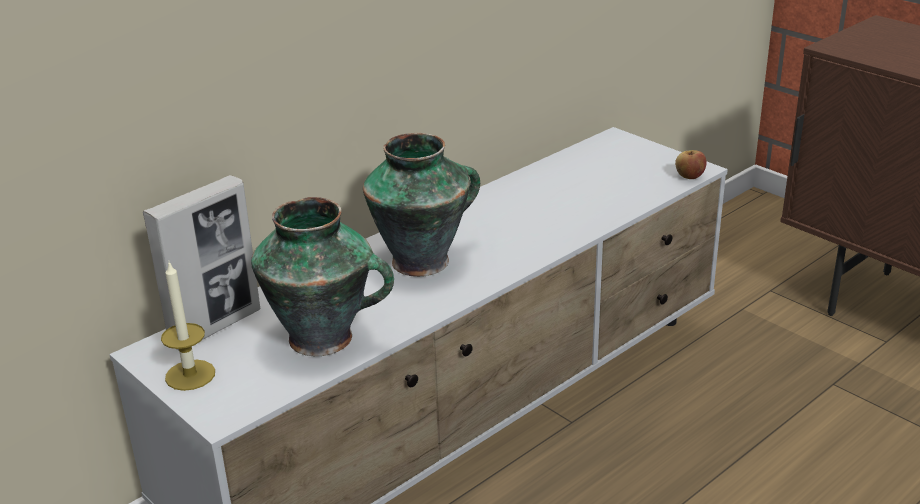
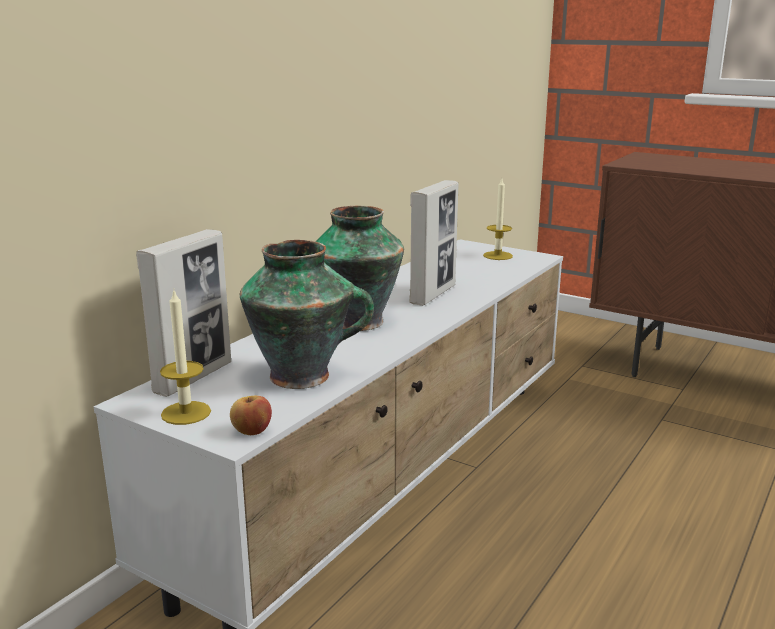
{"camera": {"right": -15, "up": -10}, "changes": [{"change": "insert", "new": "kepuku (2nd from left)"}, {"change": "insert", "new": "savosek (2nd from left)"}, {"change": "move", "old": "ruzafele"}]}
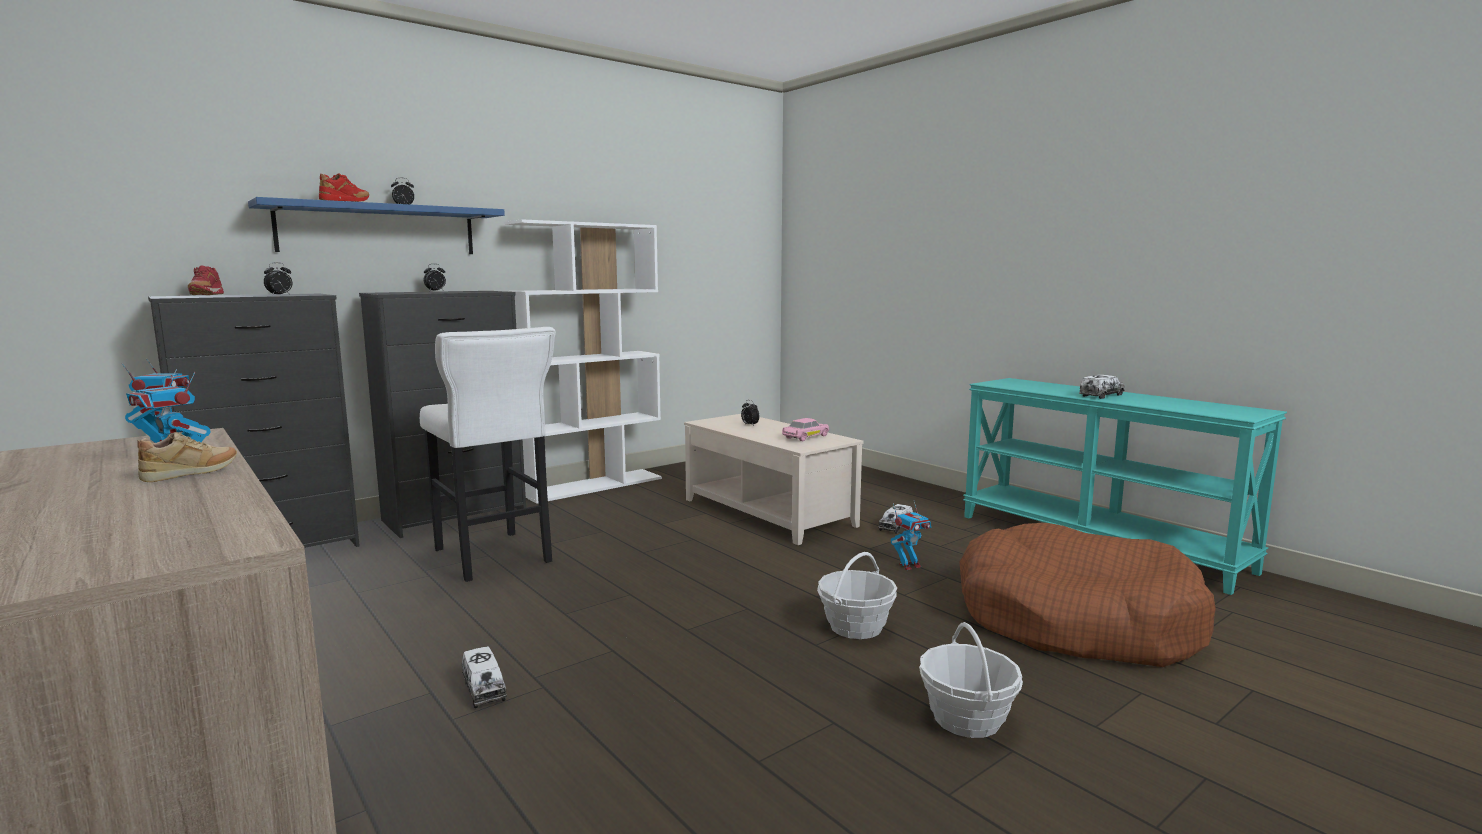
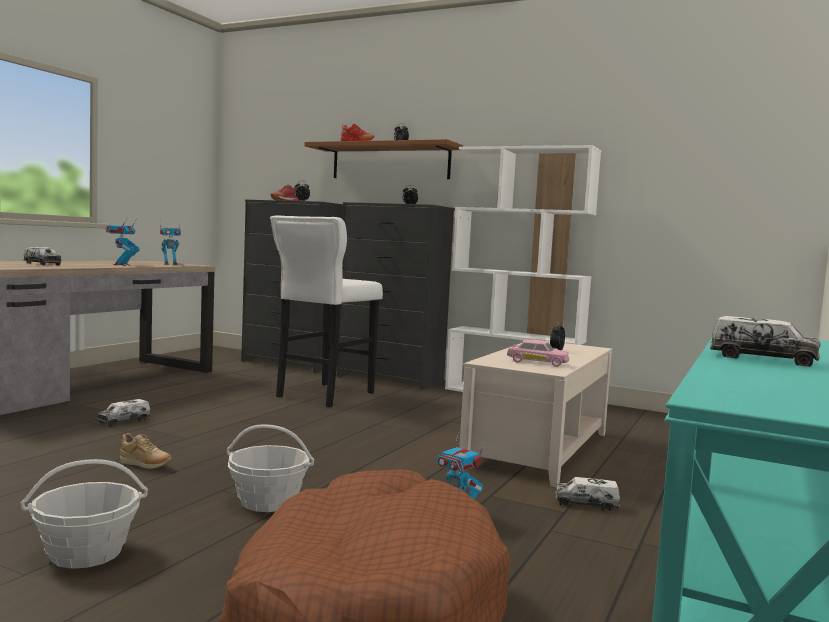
{"camera": {"right": 65, "up": -5}, "changes": [{"change": "insert", "new": "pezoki (1st from left)"}, {"change": "move", "old": "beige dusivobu"}, {"change": "recolor", "old": "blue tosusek", "new": "brown tosusek"}]}
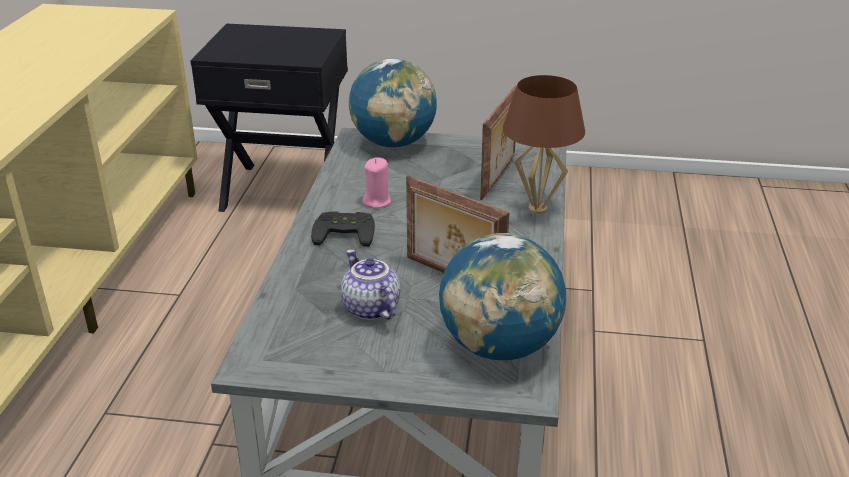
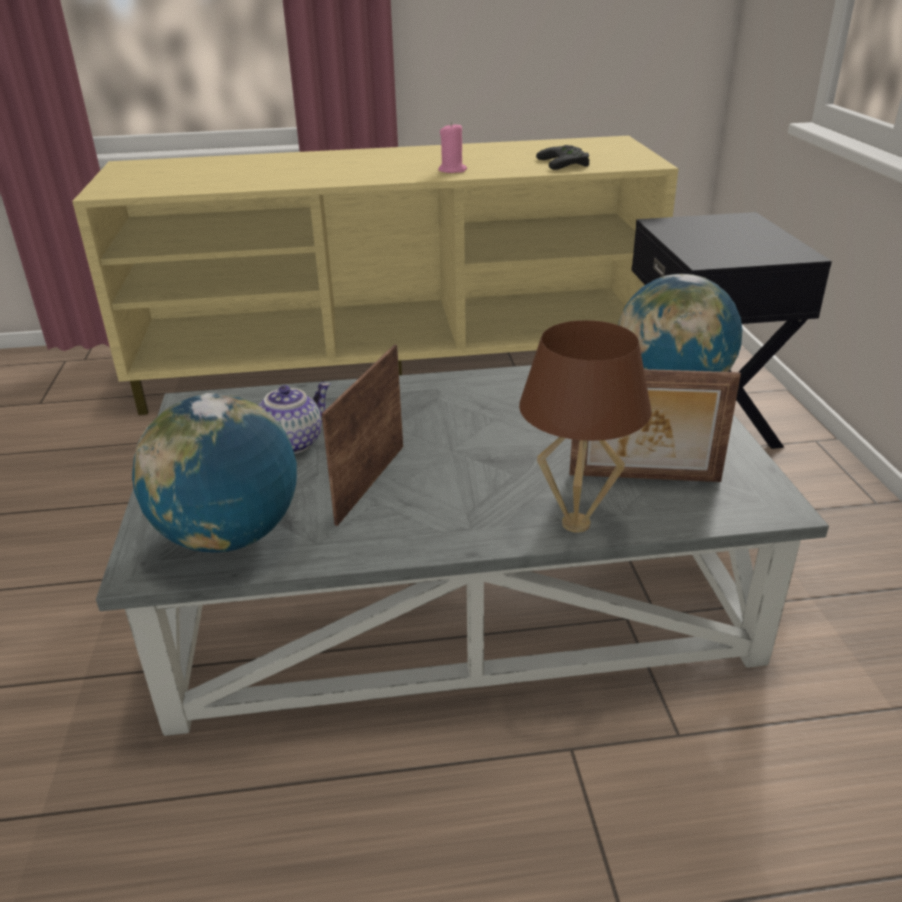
{"camera": {"right": 75, "up": 0}, "changes": [{"change": "move", "old": "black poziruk"}, {"change": "move", "old": "pink savosek"}]}
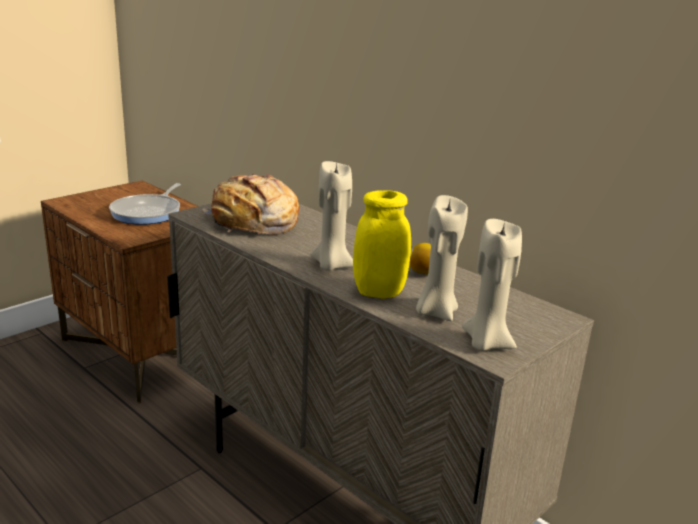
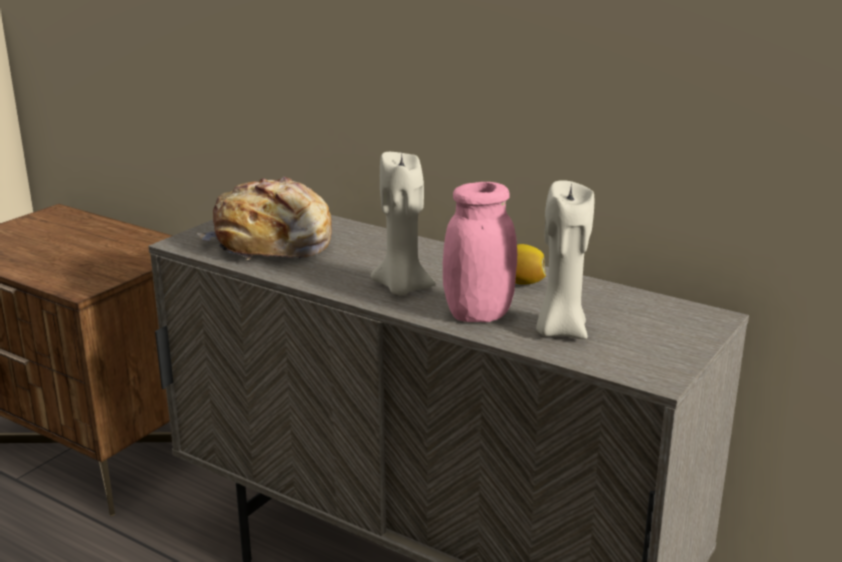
{"camera": {"right": -10, "up": 0}, "changes": [{"change": "delete", "old": "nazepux"}, {"change": "delete", "old": "beige savosek (3rd from left)"}, {"change": "recolor", "old": "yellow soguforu", "new": "pink soguforu"}]}
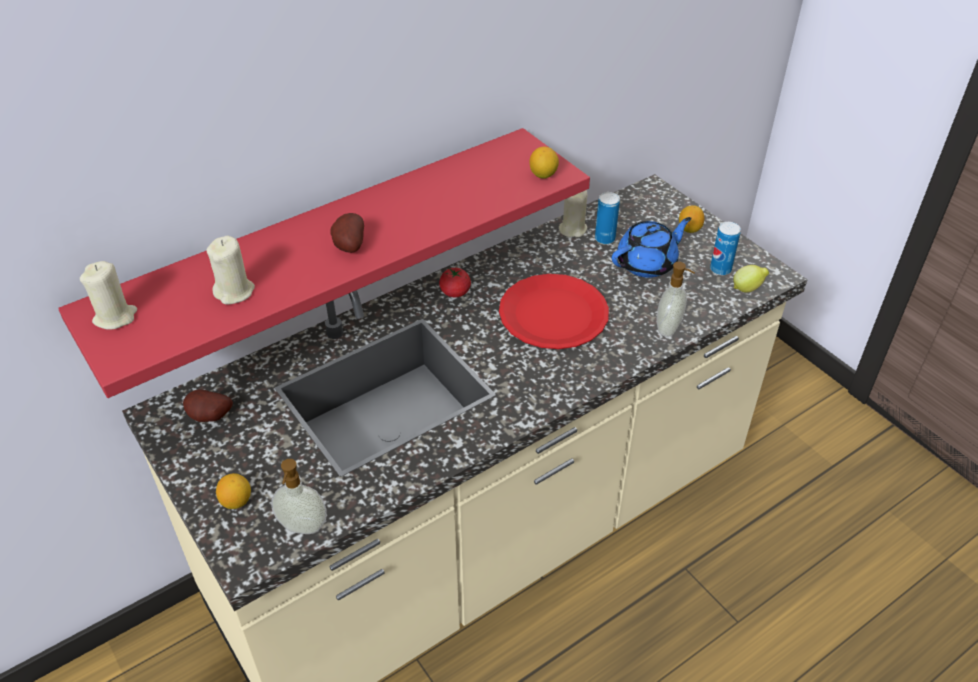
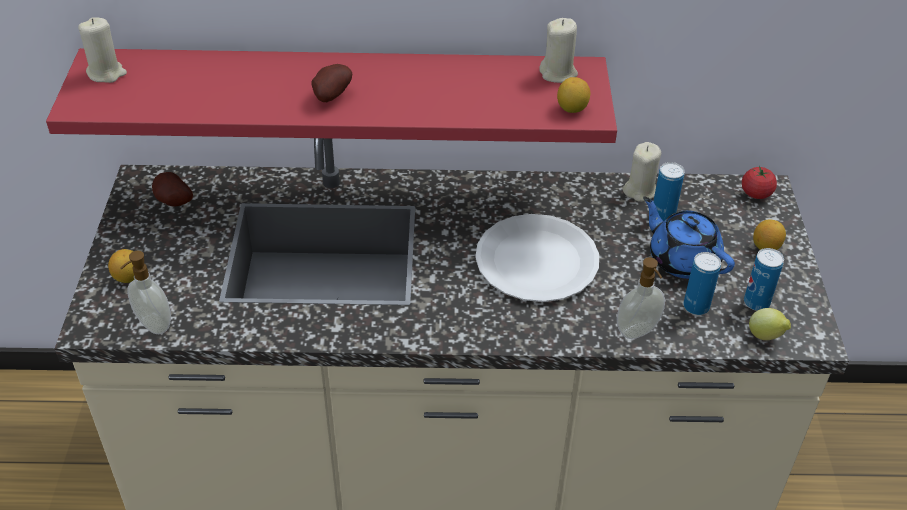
{"camera": {"right": 35, "up": 0}, "changes": [{"change": "insert", "new": "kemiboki (2nd from left)"}, {"change": "move", "old": "beige savosek (2nd from left)"}, {"change": "move", "old": "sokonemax"}, {"change": "recolor", "old": "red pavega", "new": "white pavega"}, {"change": "rotate", "old": "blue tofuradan", "degrees": -135}]}
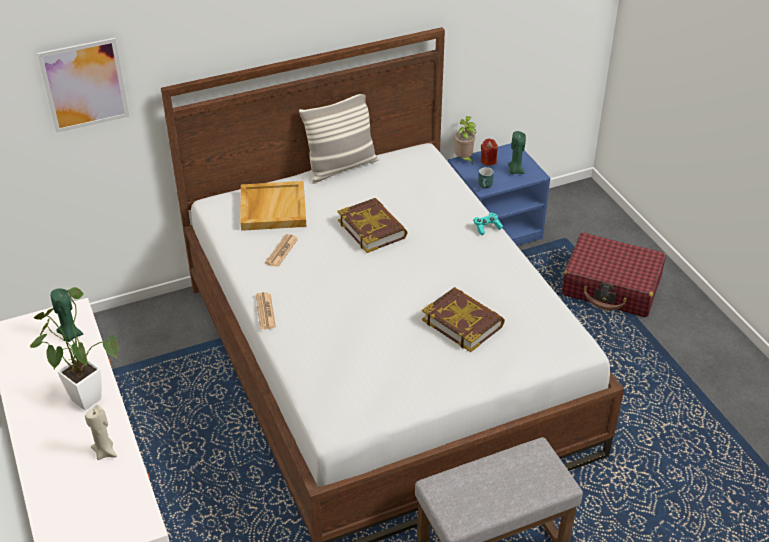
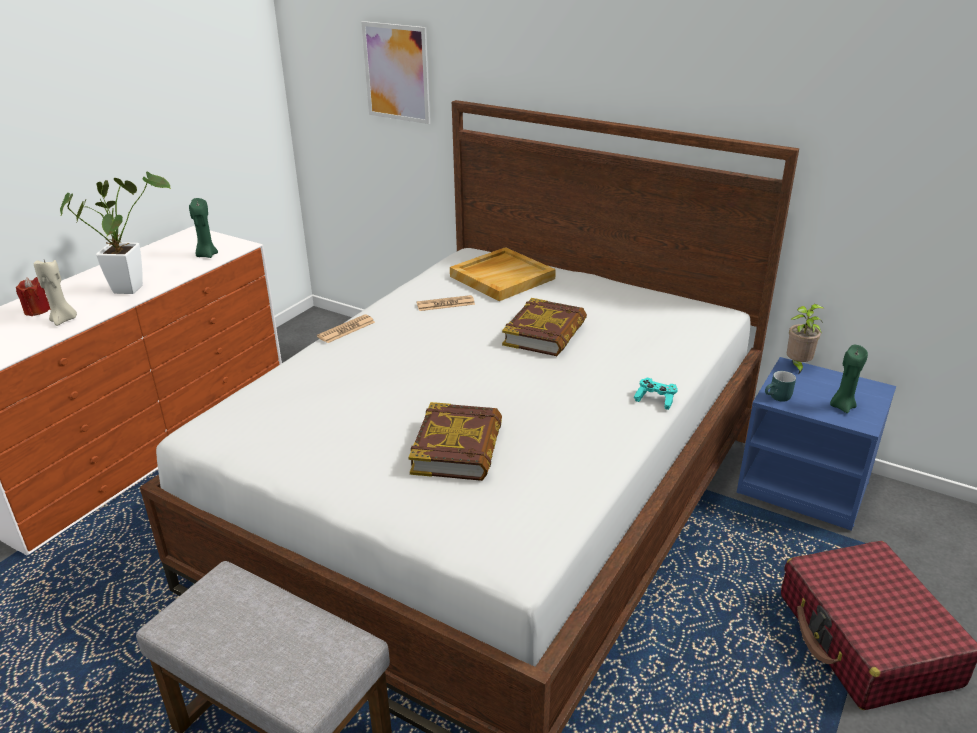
{"camera": {"right": 55, "up": -10}, "changes": [{"change": "delete", "old": "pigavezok"}, {"change": "move", "old": "red savosek"}]}
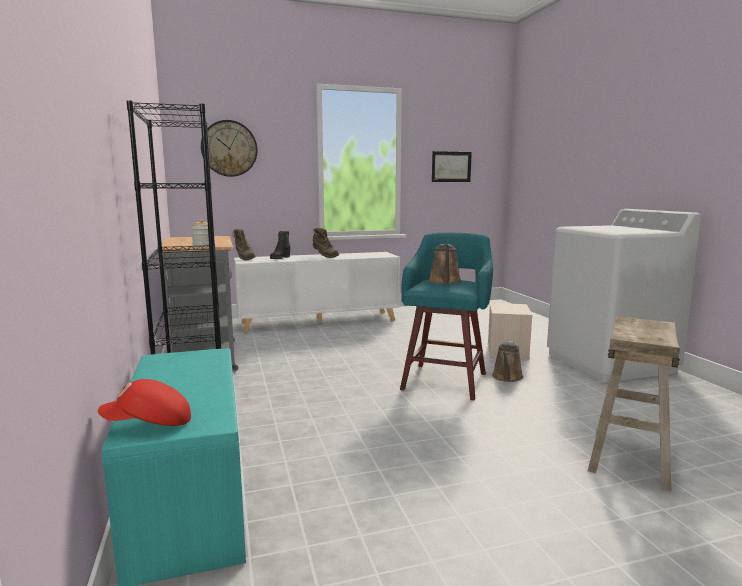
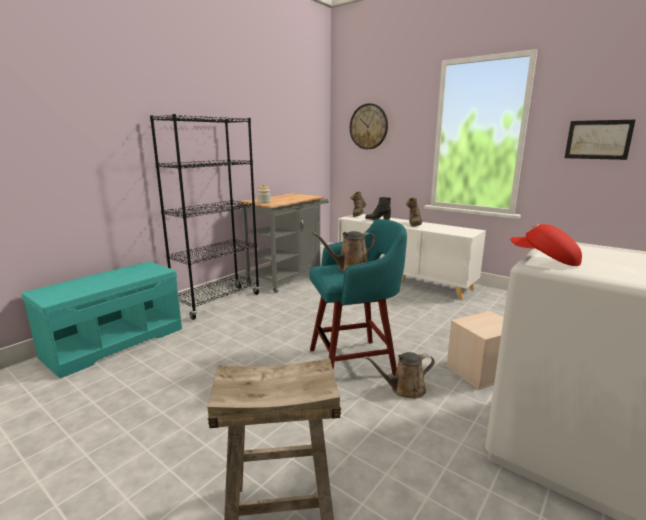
{"camera": {"right": 55, "up": 5}, "changes": [{"change": "move", "old": "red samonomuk"}]}
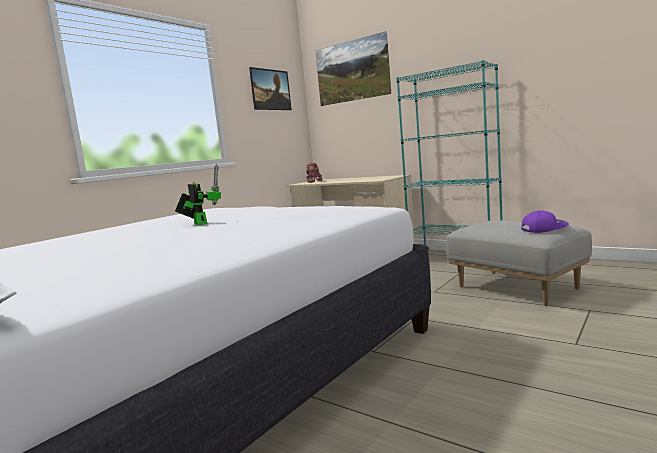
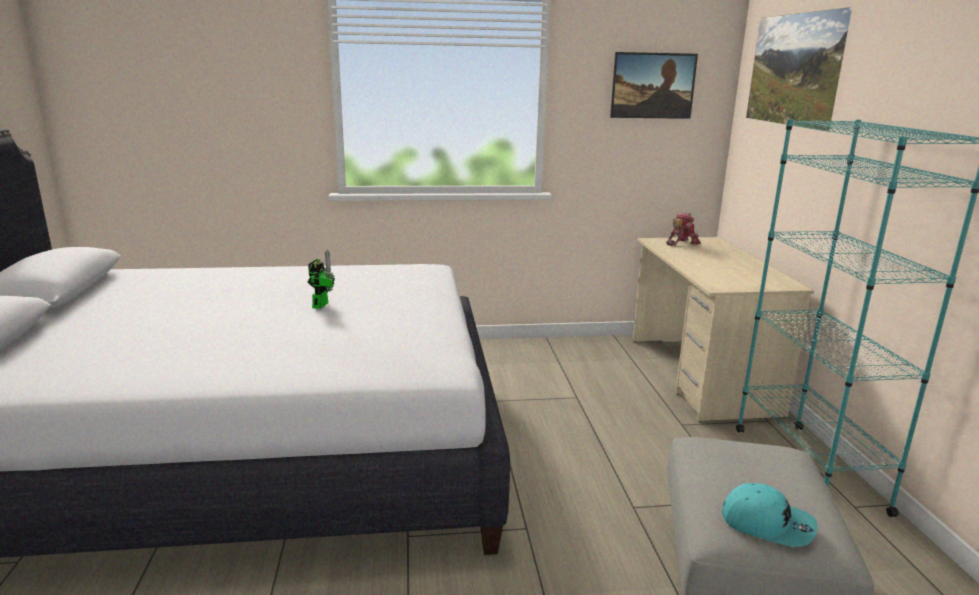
{"camera": {"right": 45, "up": 10}, "changes": [{"change": "recolor", "old": "purple samonomuk", "new": "turquoise samonomuk"}]}
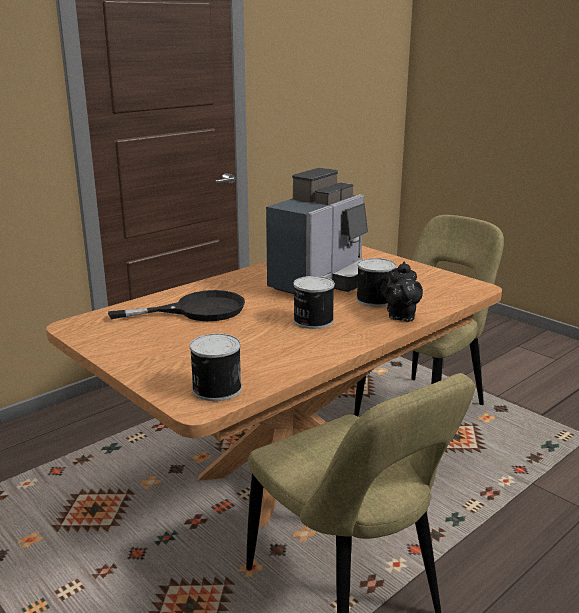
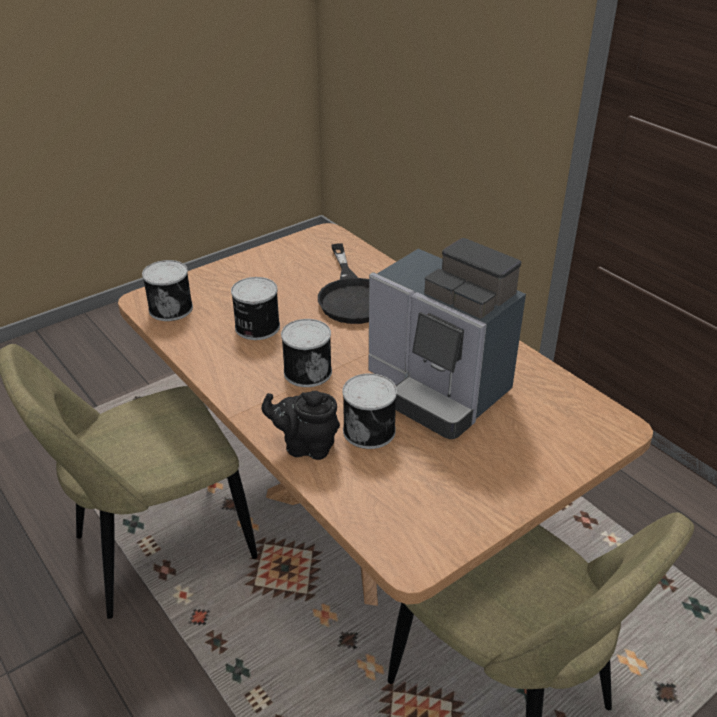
{"camera": {"right": 95, "up": 15}, "changes": [{"change": "insert", "new": "kemiboki (2nd from left)"}]}
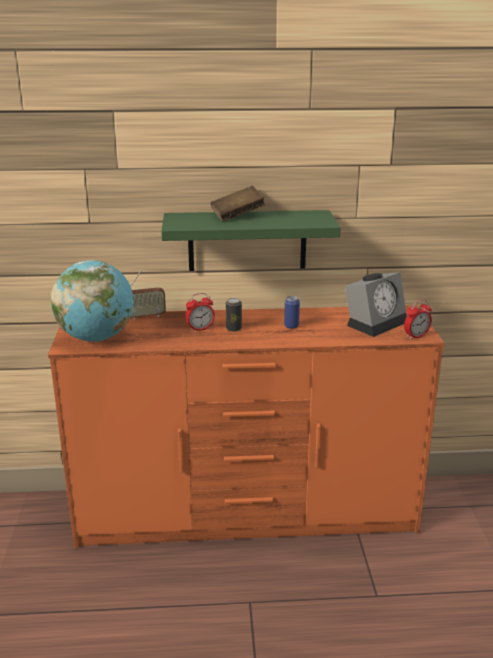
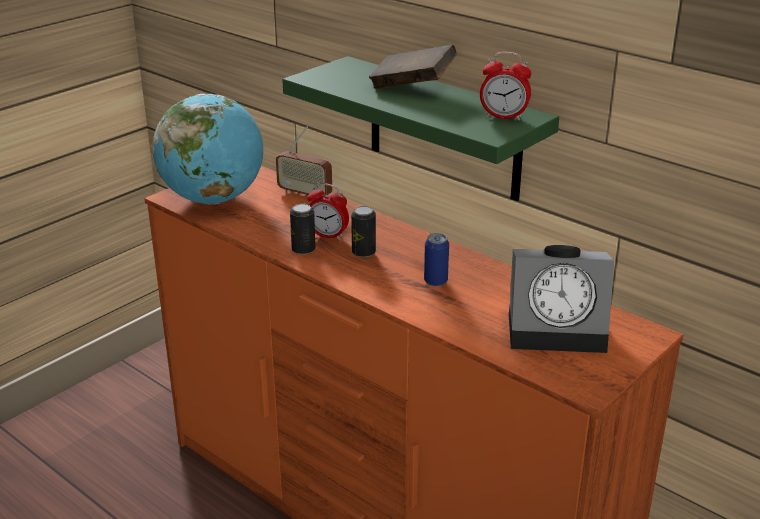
{"camera": {"right": 45, "up": 5}, "changes": [{"change": "insert", "new": "kemiboki (1st from left)"}, {"change": "move", "old": "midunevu (3rd from left in the first image)", "new": "midunevu (2nd from left)"}]}
